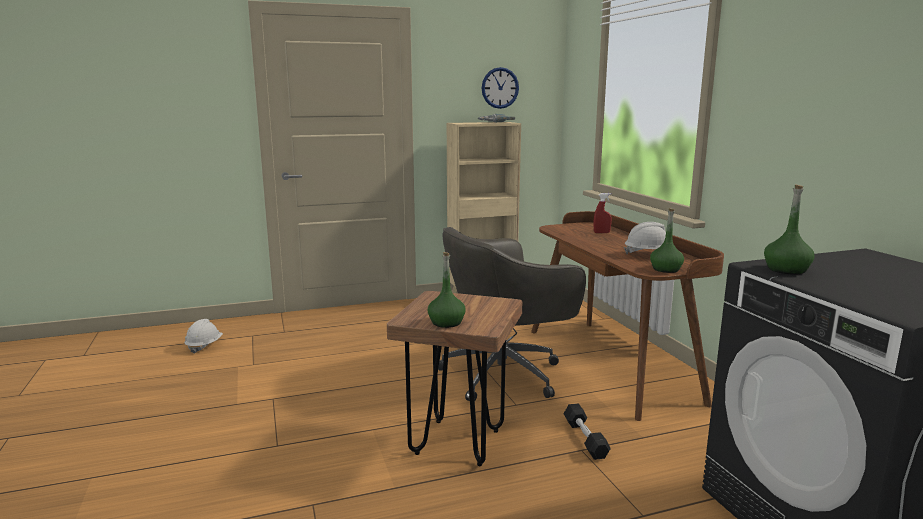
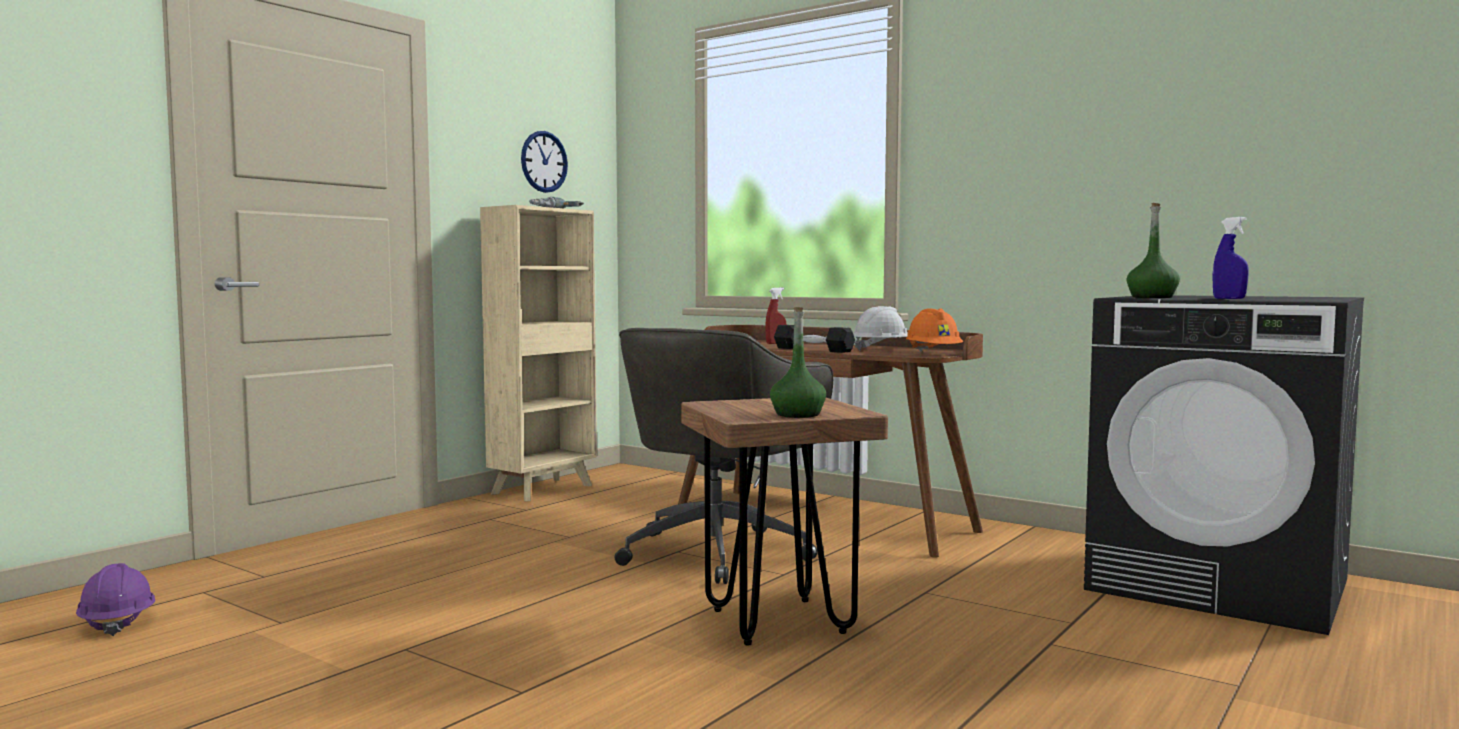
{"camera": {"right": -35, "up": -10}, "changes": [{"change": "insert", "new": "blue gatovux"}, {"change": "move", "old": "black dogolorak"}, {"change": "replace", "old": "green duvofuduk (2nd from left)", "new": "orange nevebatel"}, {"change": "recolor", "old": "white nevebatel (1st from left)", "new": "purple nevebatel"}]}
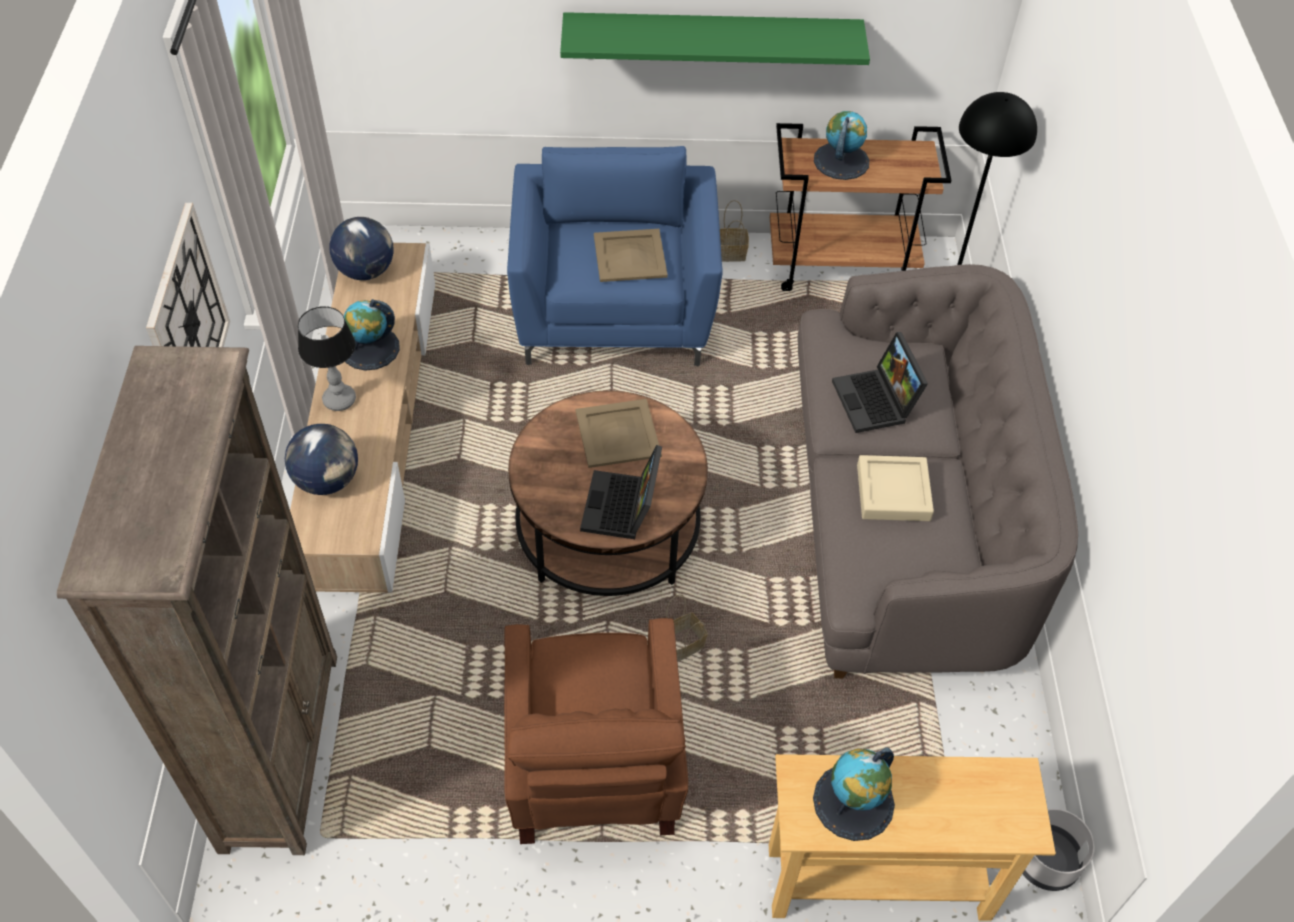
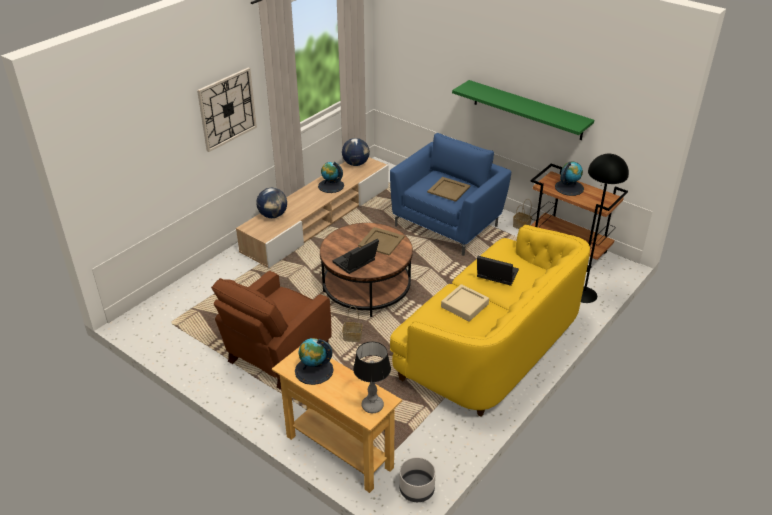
{"camera": {"right": 40, "up": -15}, "changes": [{"change": "delete", "old": "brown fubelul"}, {"change": "move", "old": "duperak"}, {"change": "recolor", "old": "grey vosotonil", "new": "yellow vosotonil"}, {"change": "rotate", "old": "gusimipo (2nd from left)", "degrees": 90}]}
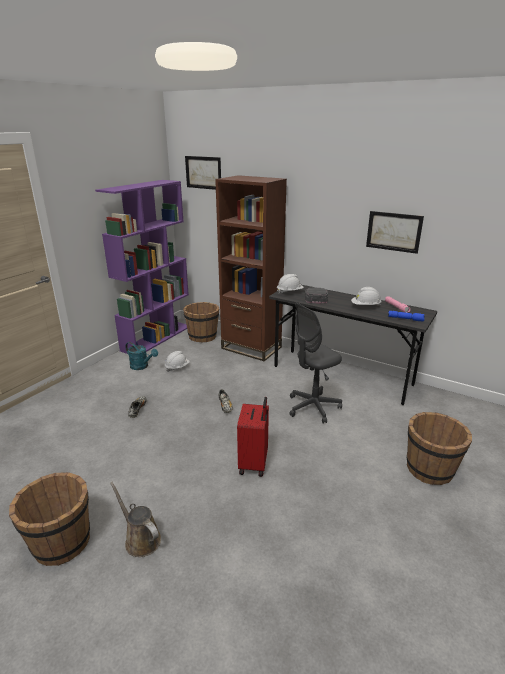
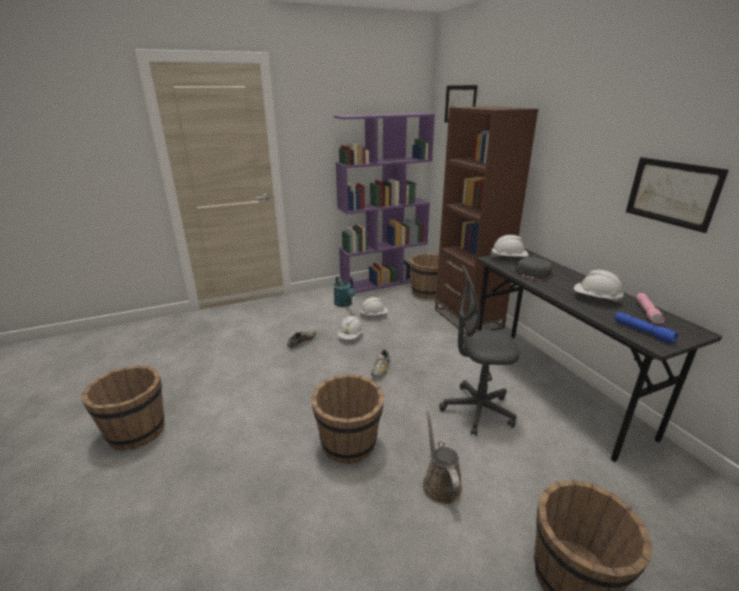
{"camera": {"right": 35, "up": 0}, "changes": [{"change": "insert", "new": "white nevebatel (1st from left)"}, {"change": "move", "old": "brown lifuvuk"}, {"change": "replace", "old": "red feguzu", "new": "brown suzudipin (2nd from left)"}]}
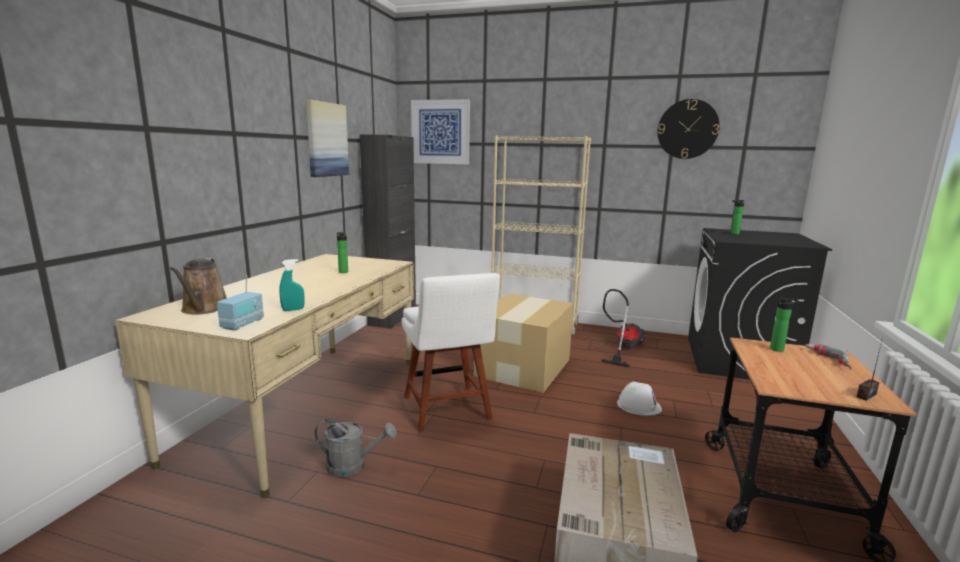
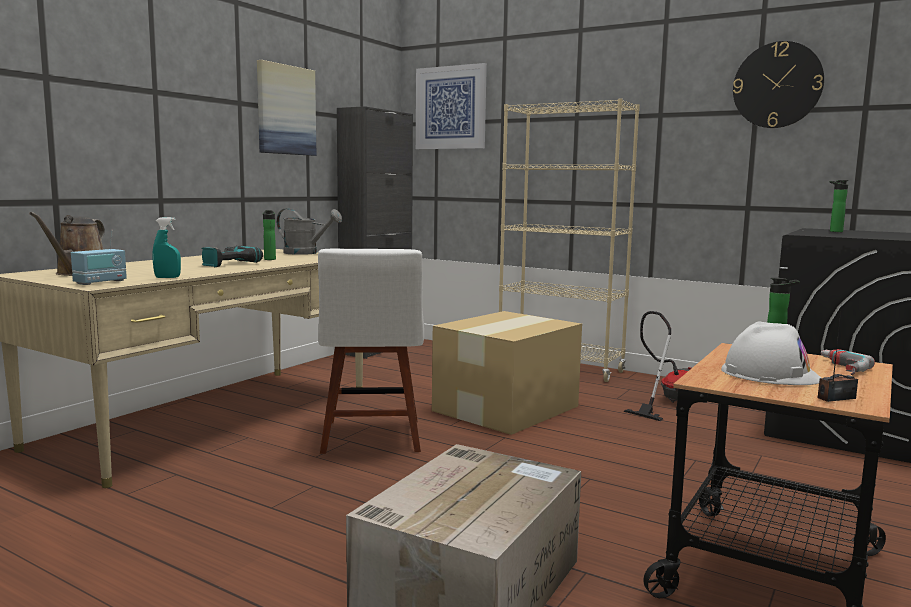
{"camera": {"right": 15, "up": -5}, "changes": [{"change": "insert", "new": "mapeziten (1st from left)"}, {"change": "move", "old": "grey lifuvuk"}, {"change": "move", "old": "white nevebatel"}]}
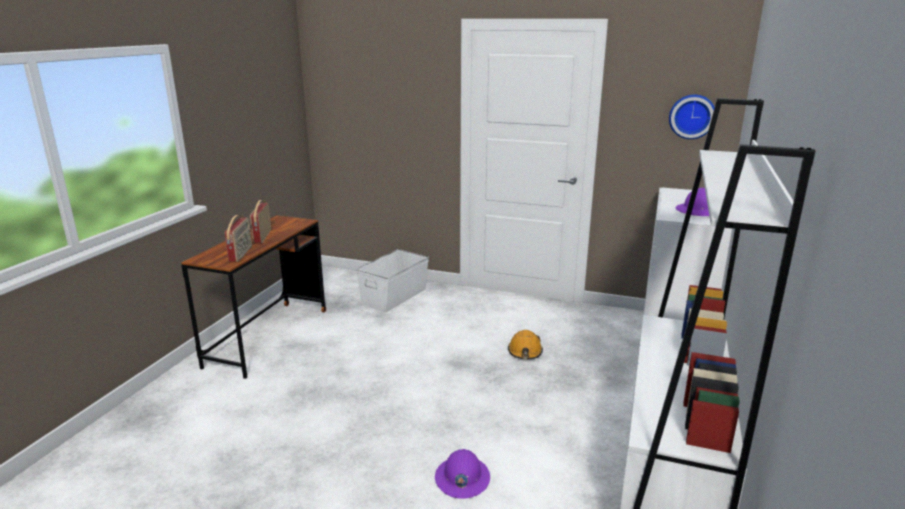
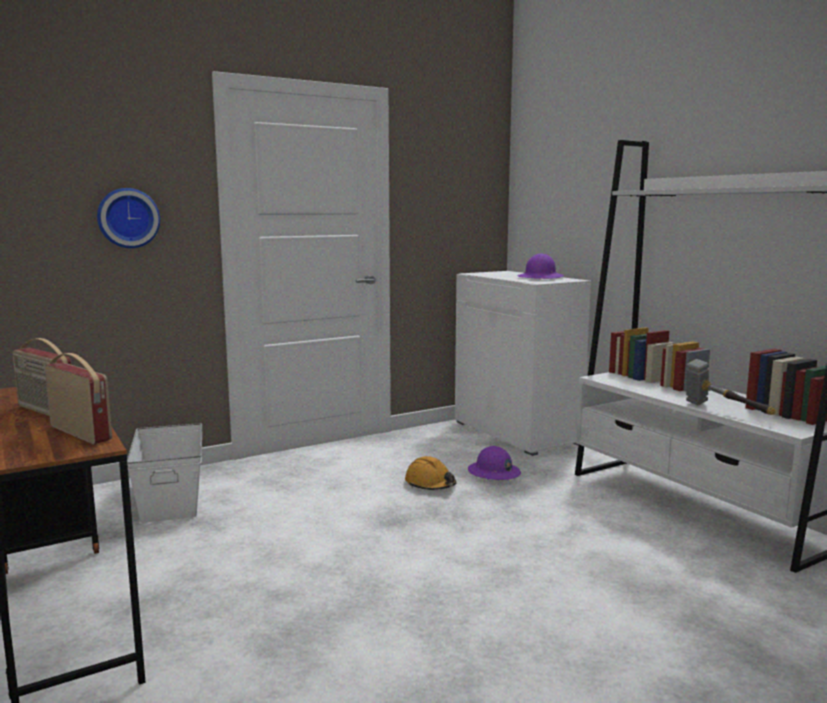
{"camera": {"right": -50, "up": -10}, "changes": [{"change": "insert", "new": "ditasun"}, {"change": "move", "old": "purple nevebatel (1st from left)"}, {"change": "move", "old": "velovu"}]}
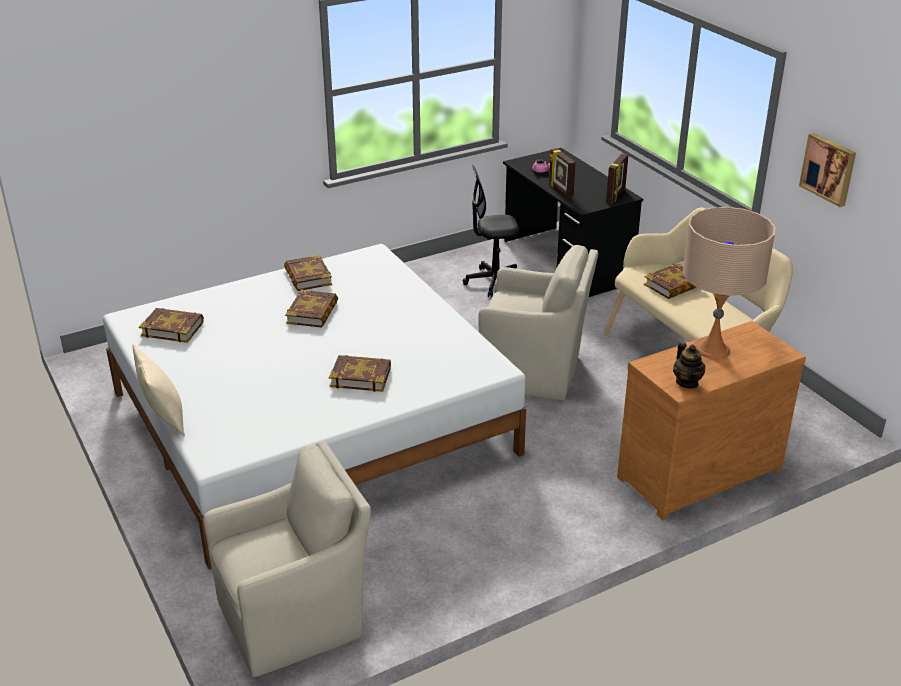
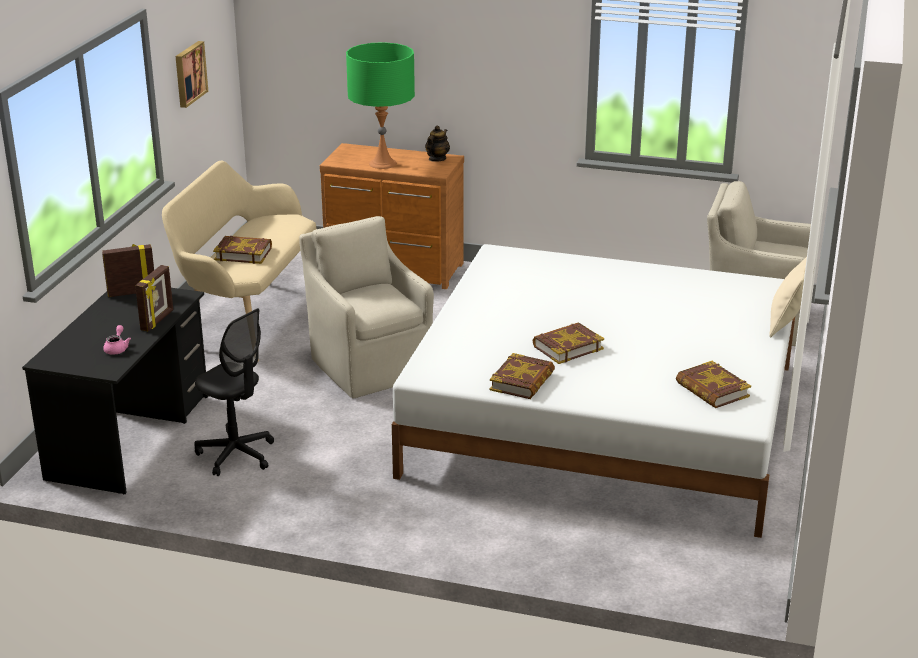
{"camera": {"right": -135, "up": -5}, "changes": [{"change": "delete", "old": "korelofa (4th from left)"}, {"change": "recolor", "old": "beige duperak", "new": "green duperak"}]}
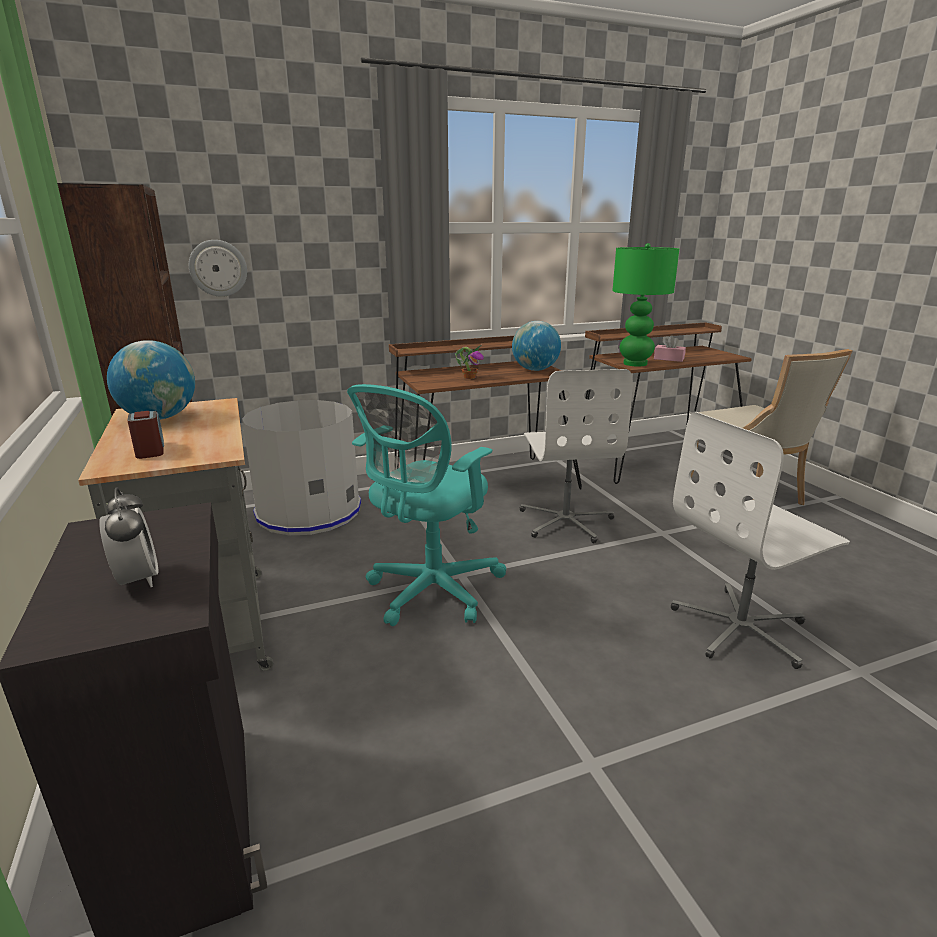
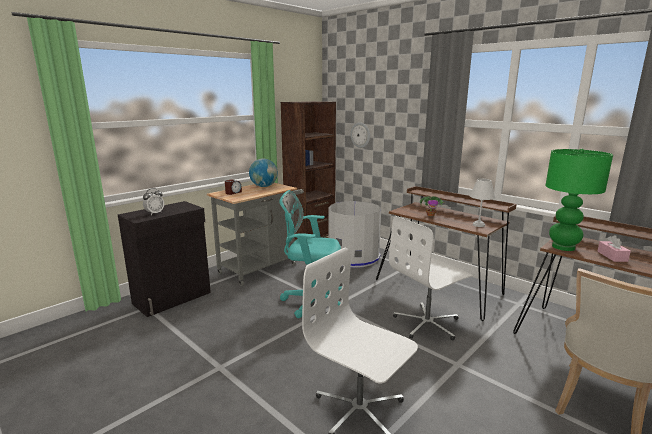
{"camera": {"right": 65, "up": -5}, "changes": [{"change": "replace", "old": "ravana (2nd from left)", "new": "white duperak"}]}
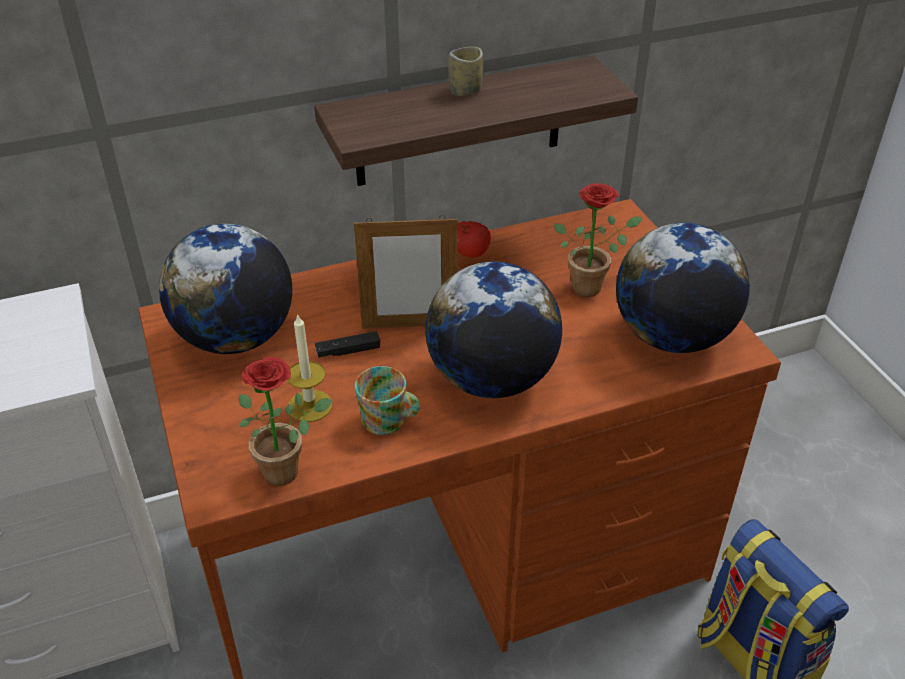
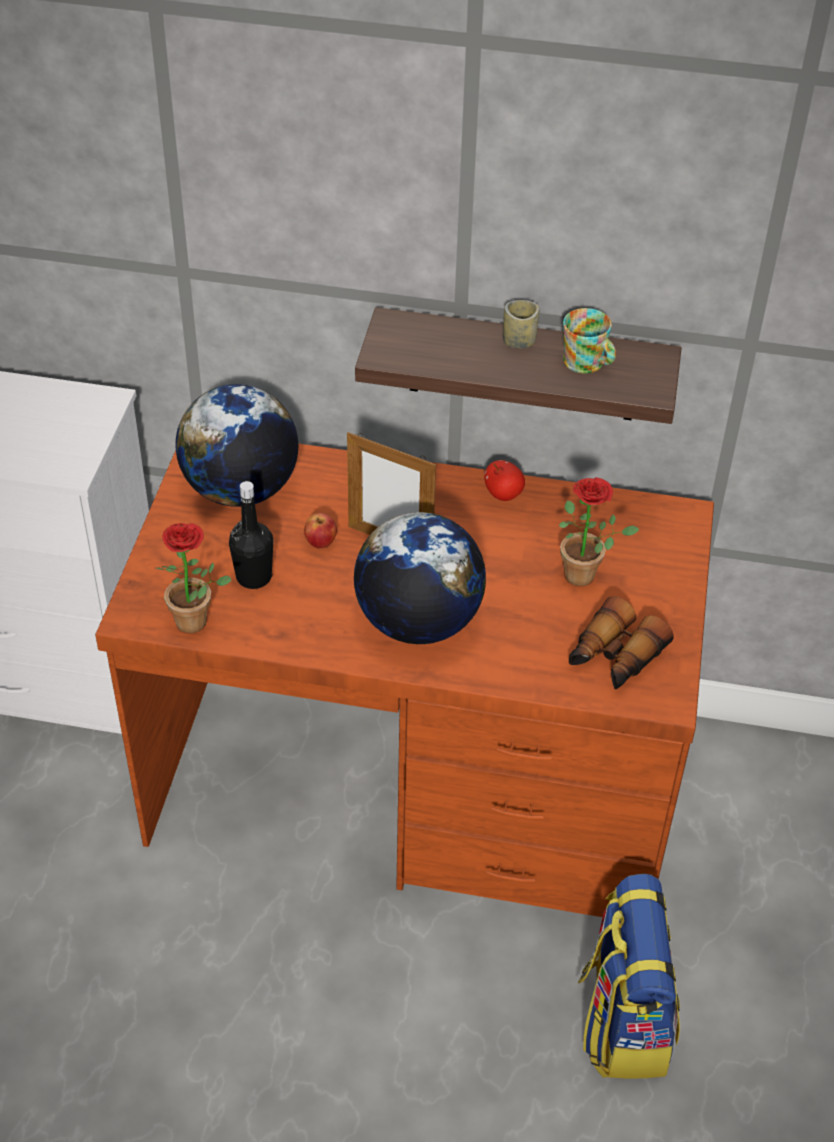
{"camera": {"right": 30, "up": 5}, "changes": [{"change": "move", "old": "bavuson"}, {"change": "replace", "old": "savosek", "new": "black duvofuduk"}, {"change": "replace", "old": "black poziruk", "new": "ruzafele (1st from left)"}, {"change": "replace", "old": "ravana (3rd from left)", "new": "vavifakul"}]}
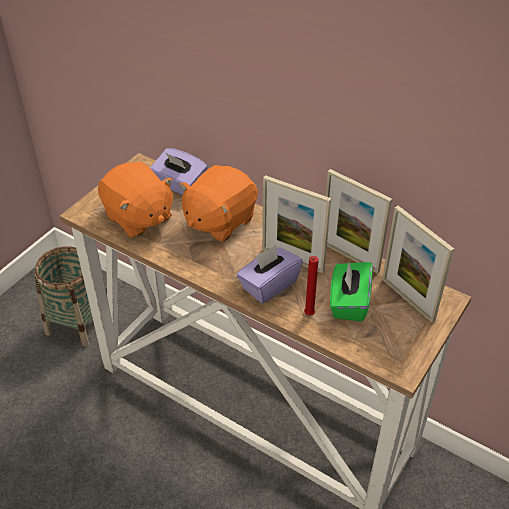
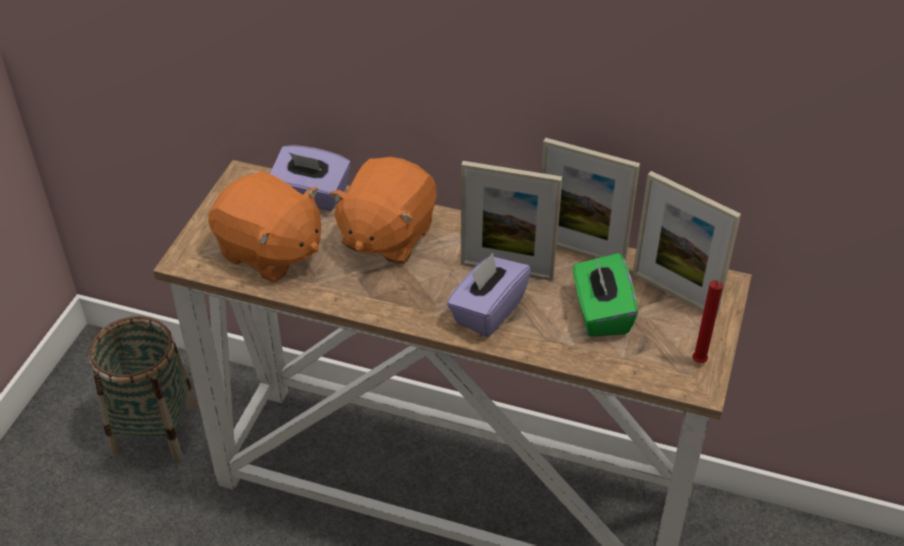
{"camera": {"right": -15, "up": 0}, "changes": [{"change": "move", "old": "red savosek"}]}
